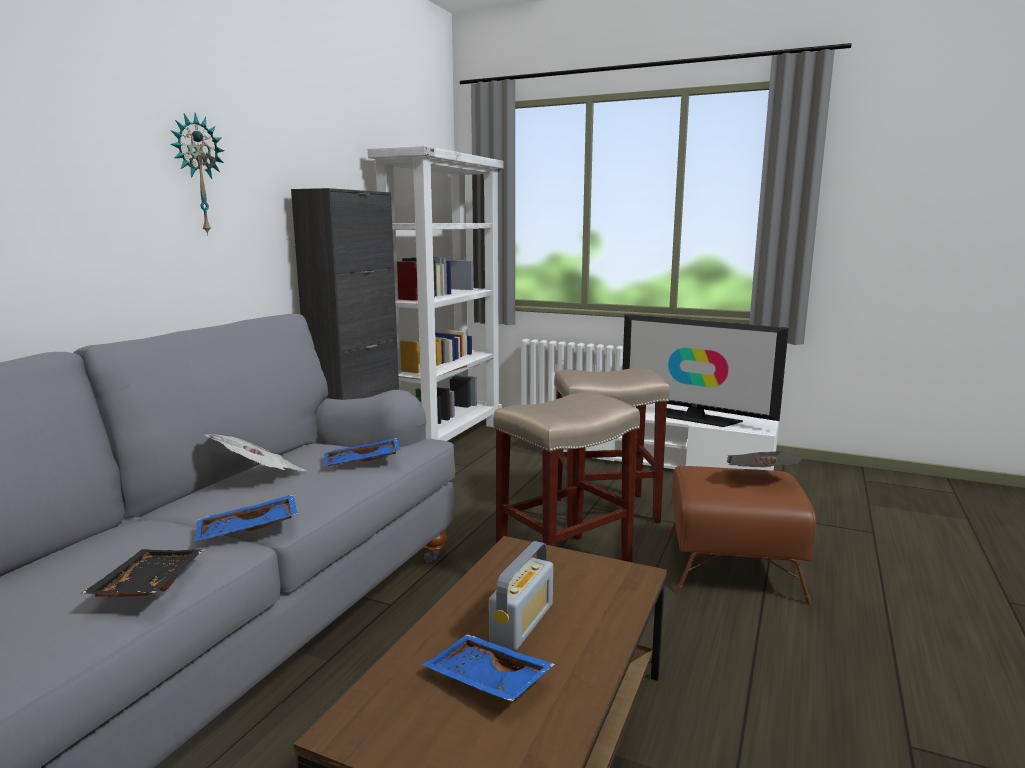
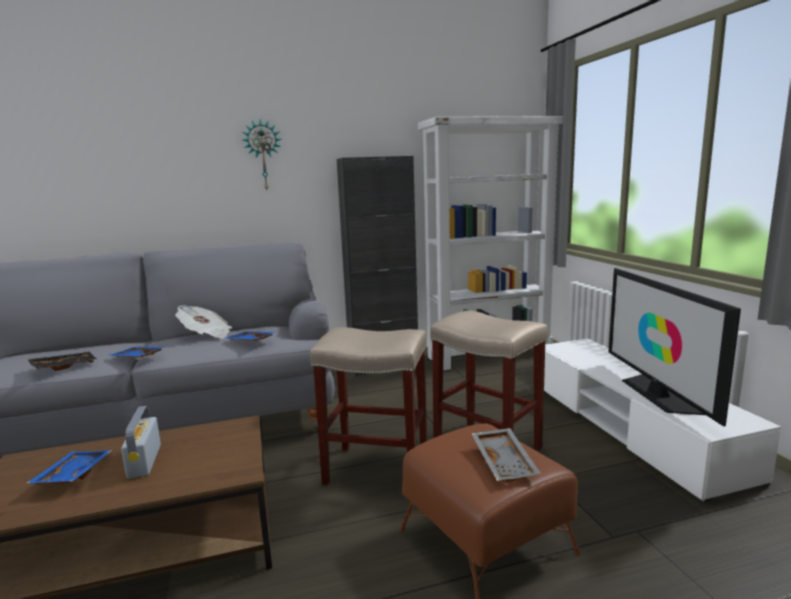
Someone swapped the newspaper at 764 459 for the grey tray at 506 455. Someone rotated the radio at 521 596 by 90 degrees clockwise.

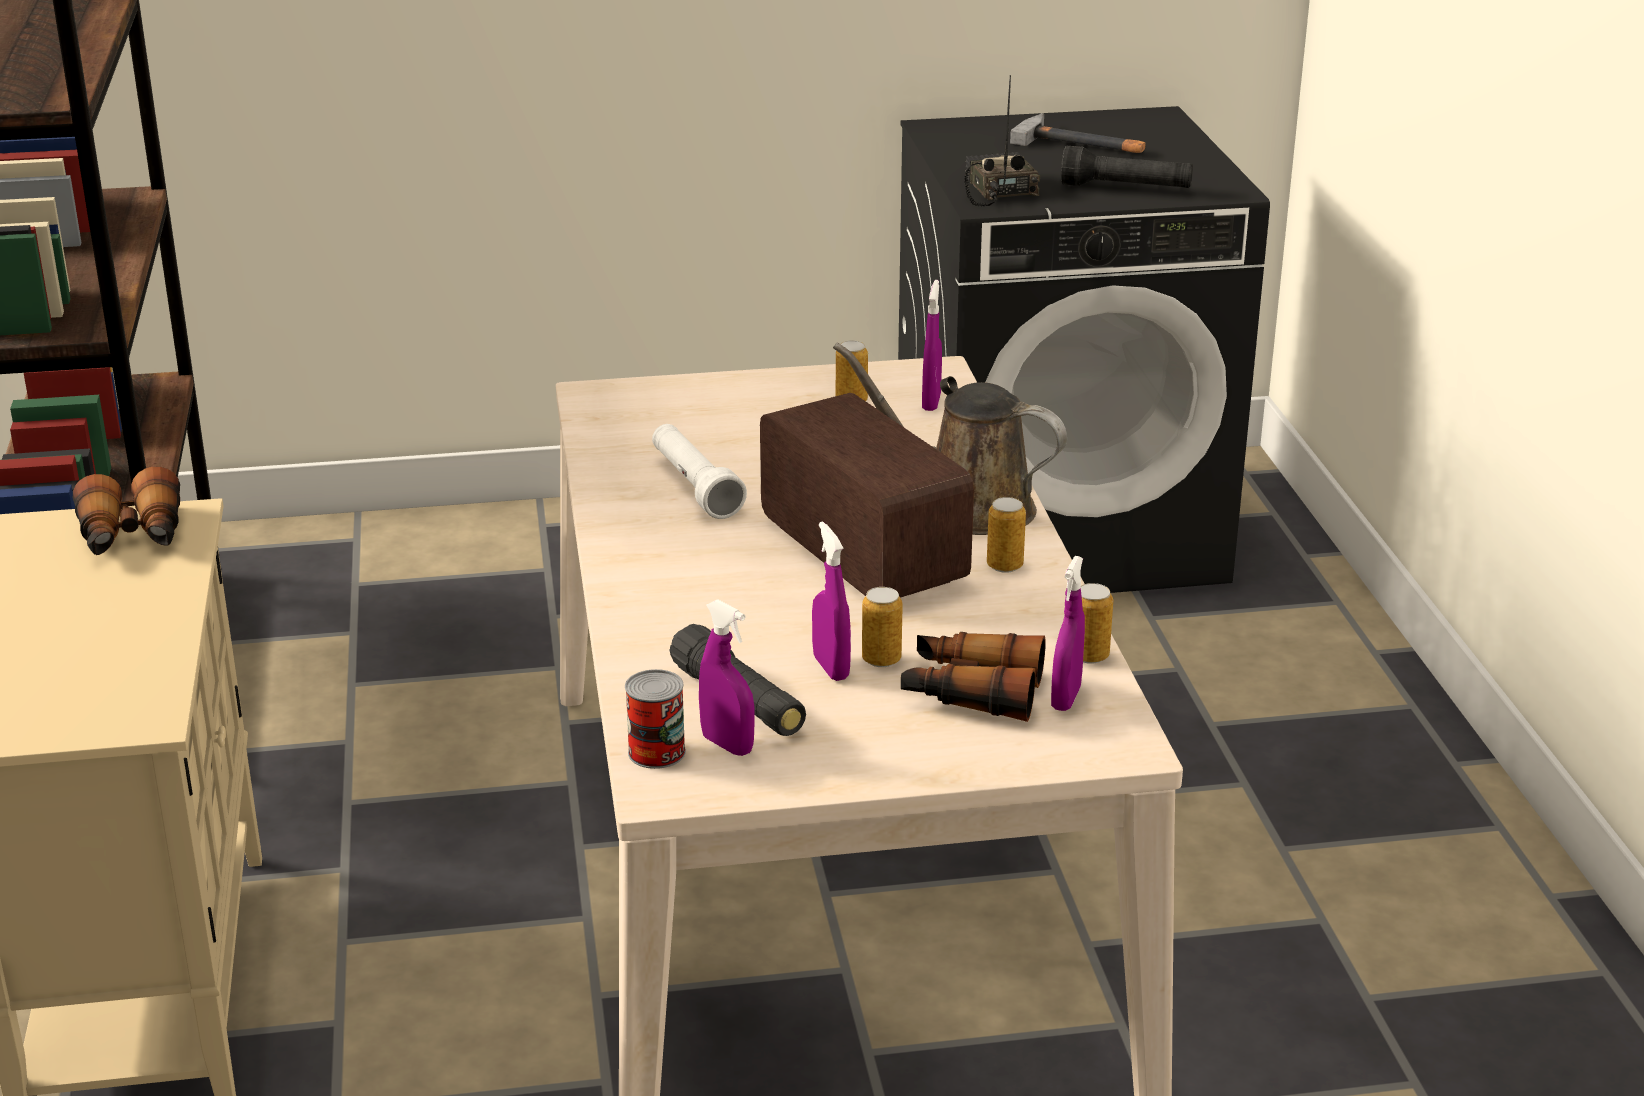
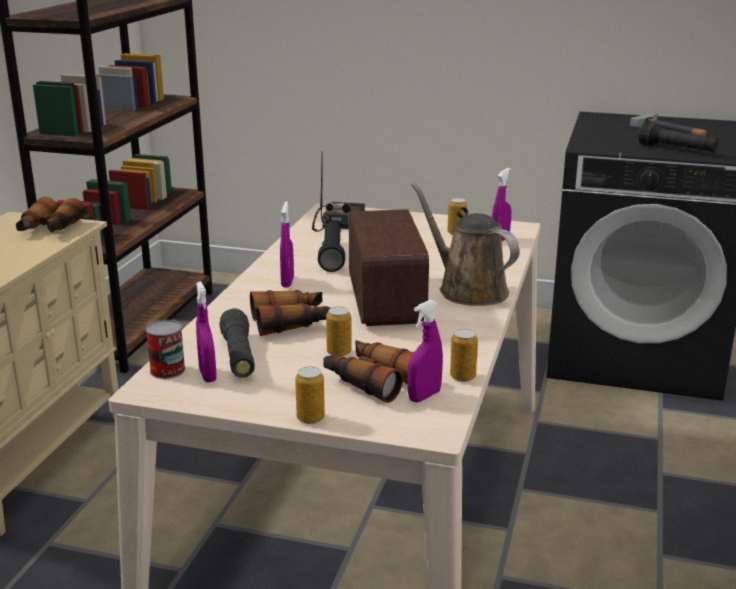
Someone put down the binoculars at 290 313. Someone carried the purple spray bottle from 831 601 to 287 244. Someone carried the radio from 1002 140 to 338 193. Someone carried the can from 1006 535 to 310 395. Someone repainted the white flashlight at 699 471, which became the black flashlight at 331 247.

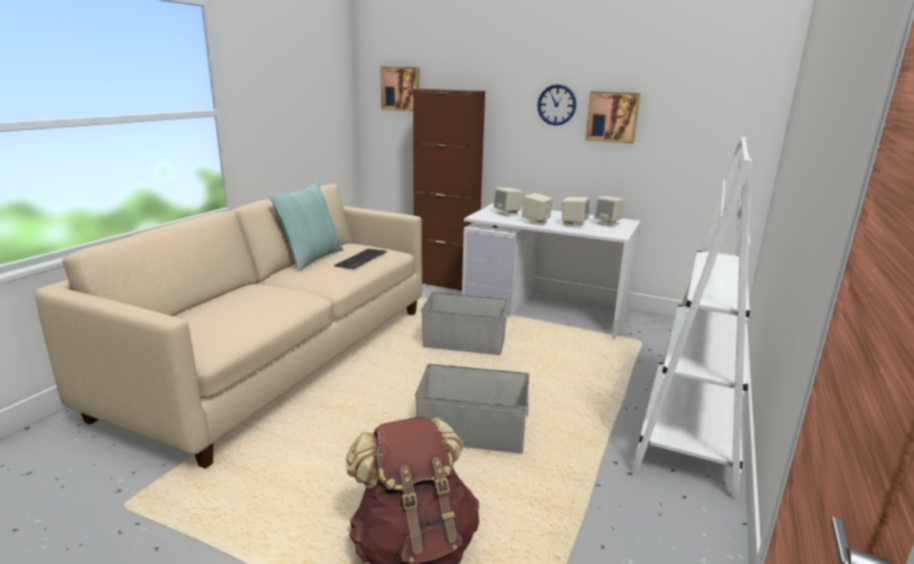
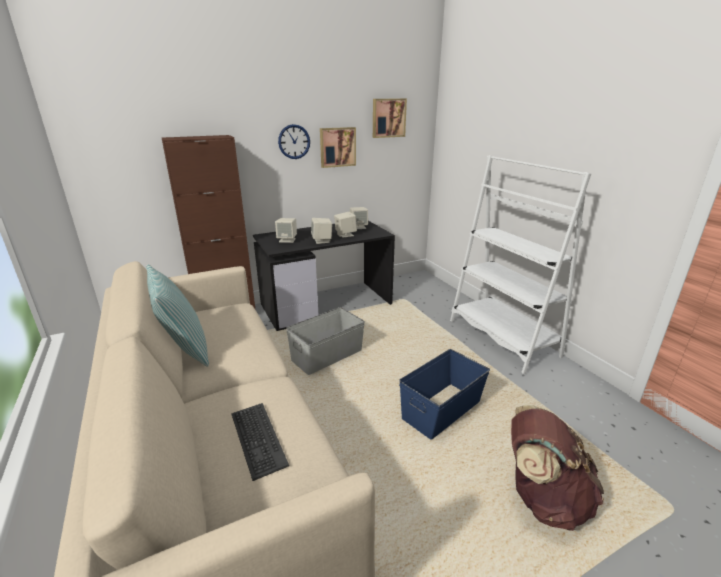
Someone carried the keyboard from 360 259 to 260 442. Someone carried the picture from 399 88 to 390 118. Someone repainted the grey storage box at 472 409, which became the blue storage box at 444 394. Someone repainted the white desk at 551 271, which became the black desk at 324 276.

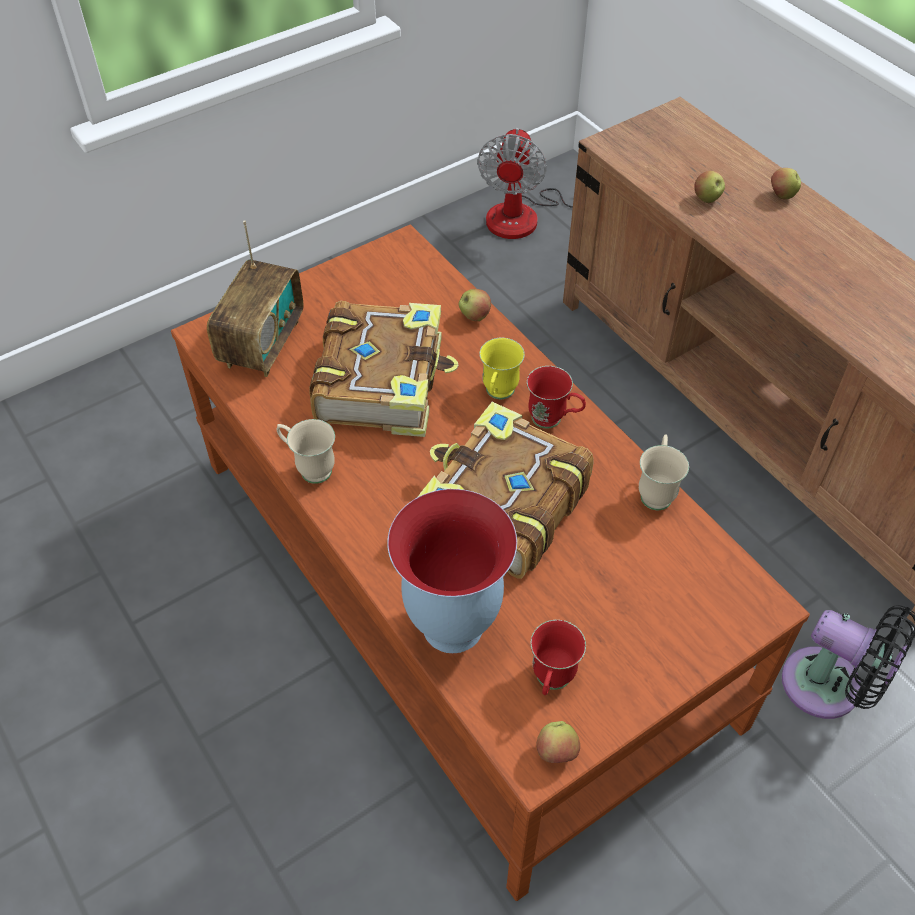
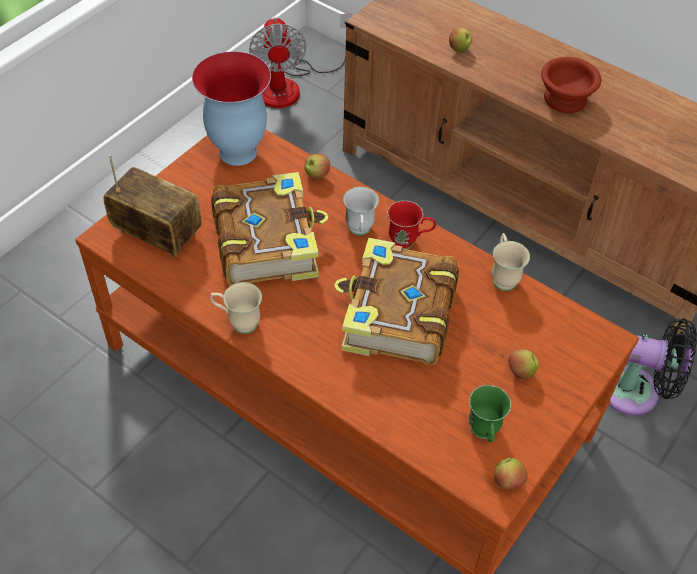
Someone put down the brown bowl at 571 85. Someone carried the vase from 452 571 to 231 108. Someone carried the apple from 786 184 to 523 364. Someone repainted the yellow mug at 502 368, which became the white mug at 361 211. Someone repainted the red mug at 558 657, which became the green mug at 490 413. Someone rotated the radio at 255 299 by 60 degrees counterclockwise.

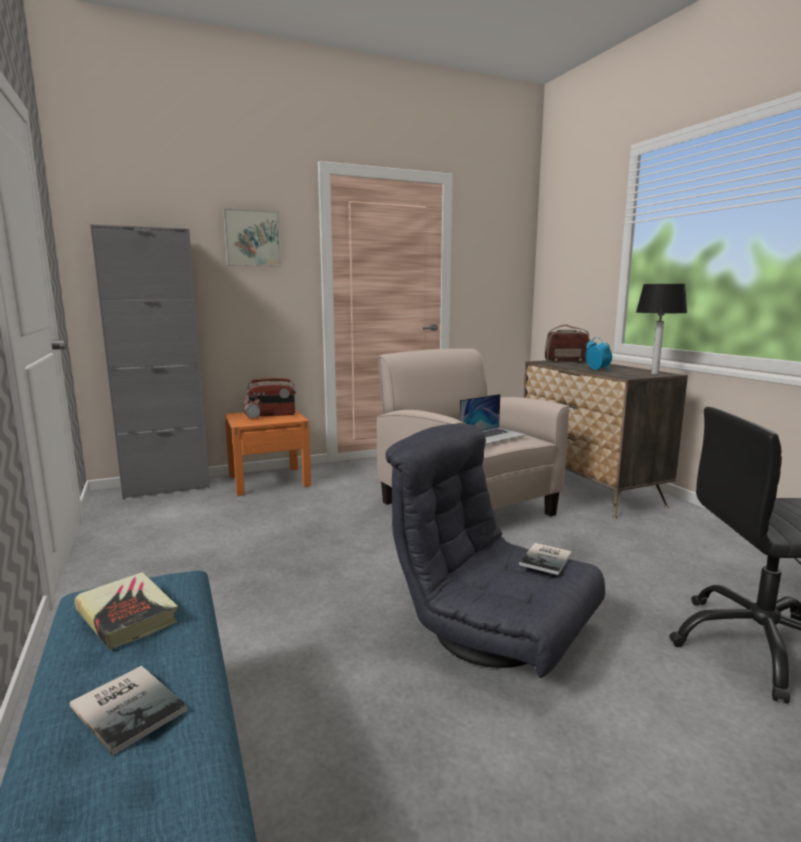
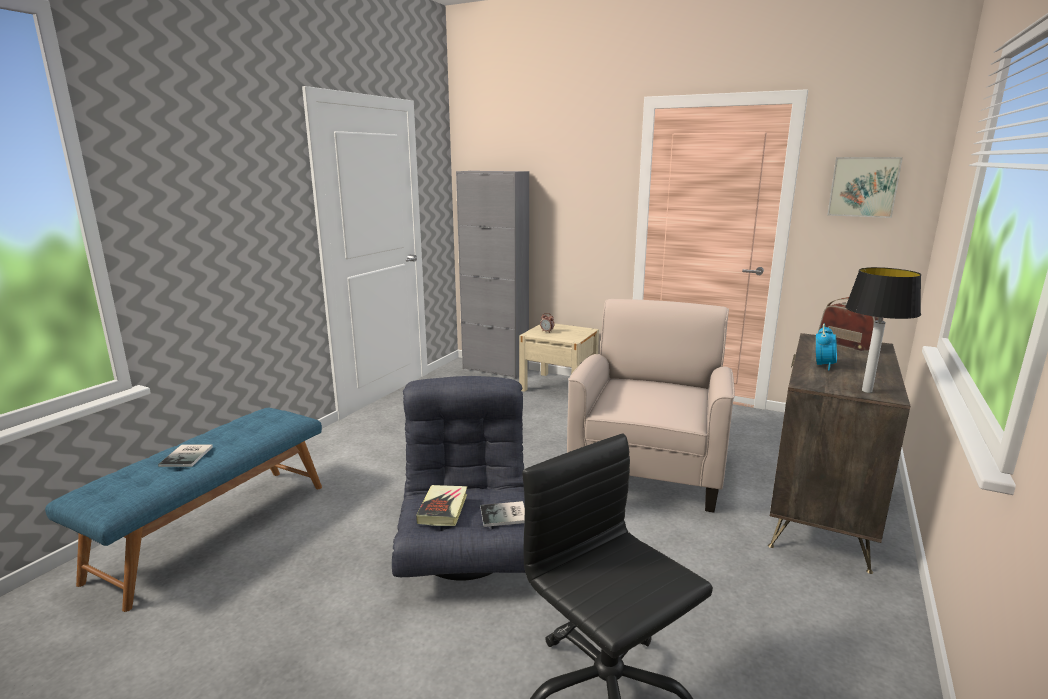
Someone took away the radio at 271 397. Someone took away the laptop at 493 419. Someone carried the book from 126 611 to 441 505. Someone carried the picture from 252 237 to 865 187. Someone repainted the orange nightstand at 268 453, which became the beige nightstand at 559 357.

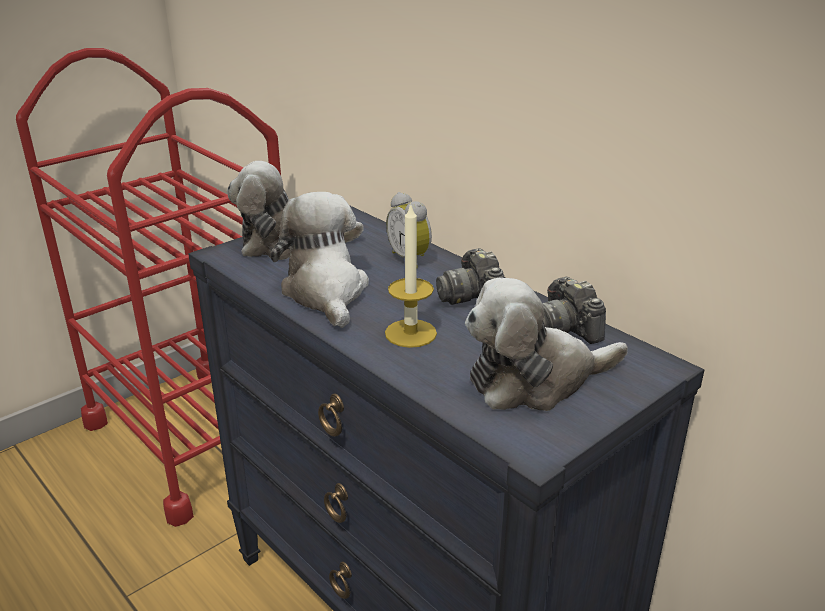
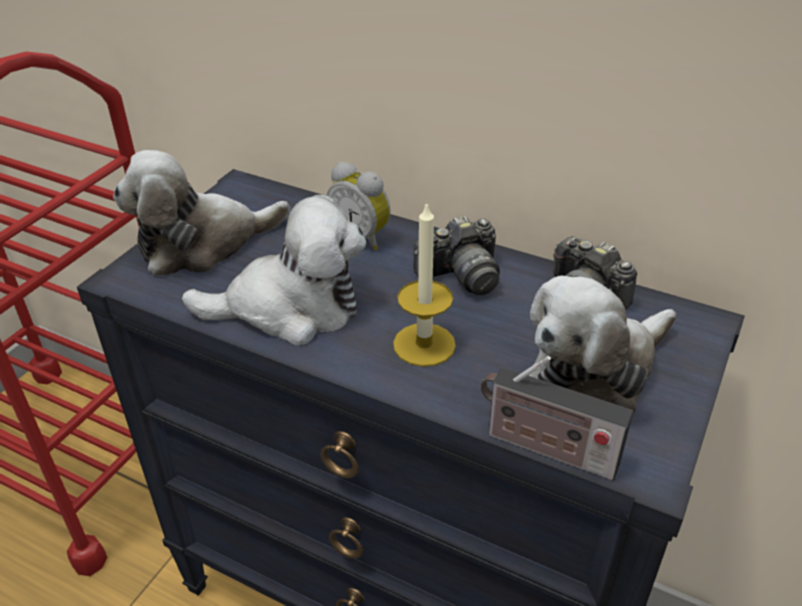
Someone put down the radio at 557 418. Someone rotated the plush toy at 319 260 by 120 degrees clockwise. Someone rotated the photo camera at 470 276 by 75 degrees counterclockwise.

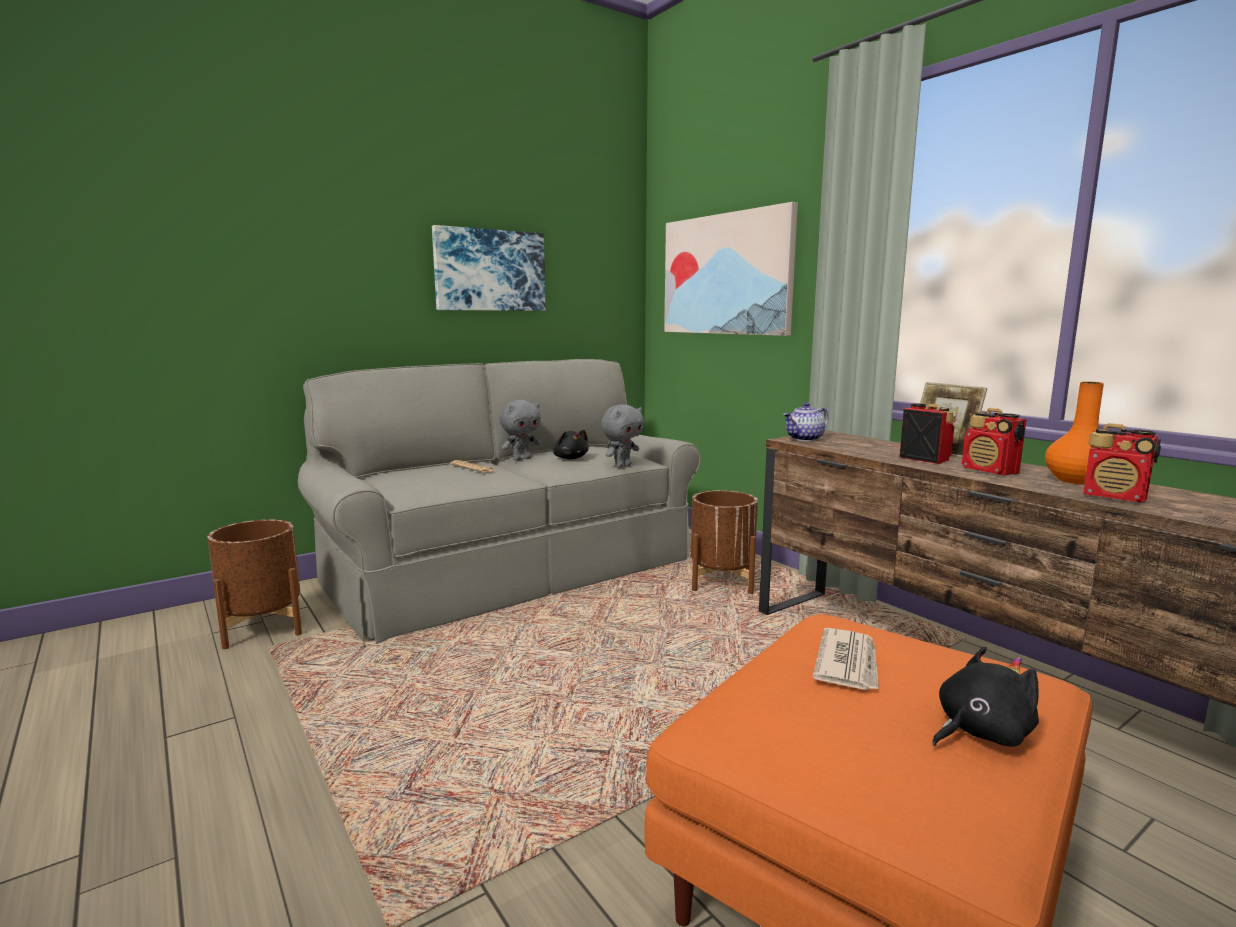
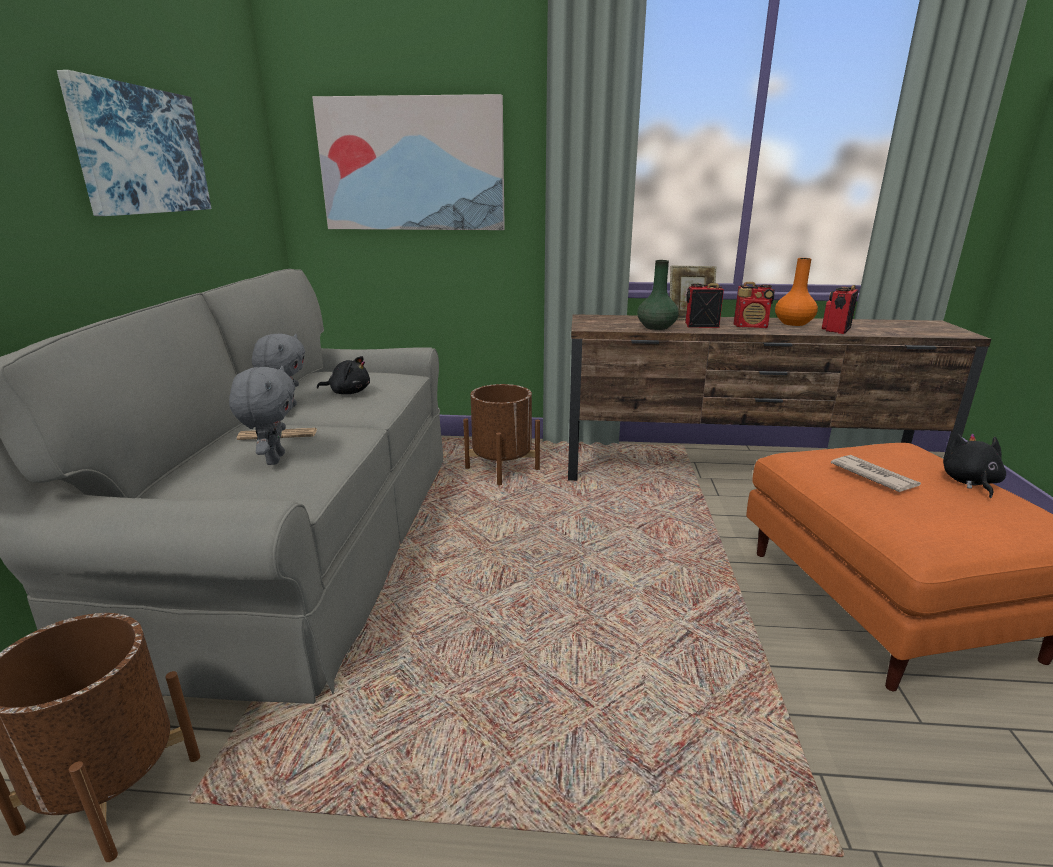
Someone took away the teapot at 806 421. Someone put down the green vase at 658 295. Someone carried the grey plush toy from 622 436 to 262 415. Someone rotated the radio at 1122 463 by 135 degrees clockwise.

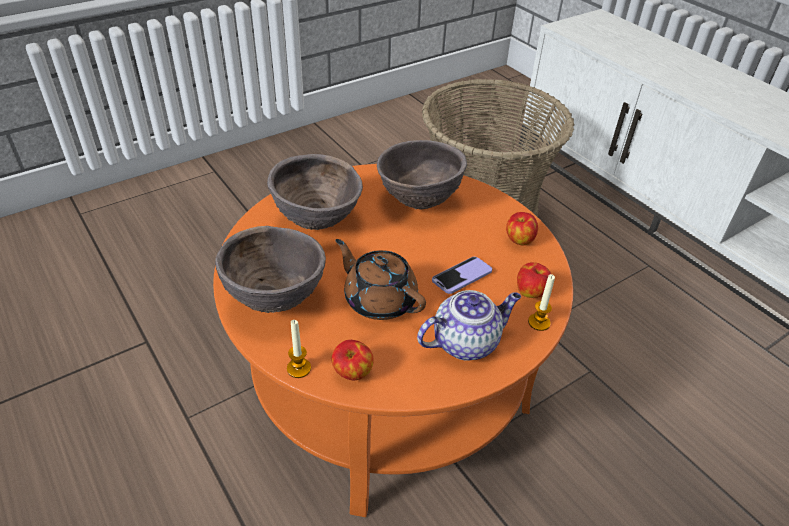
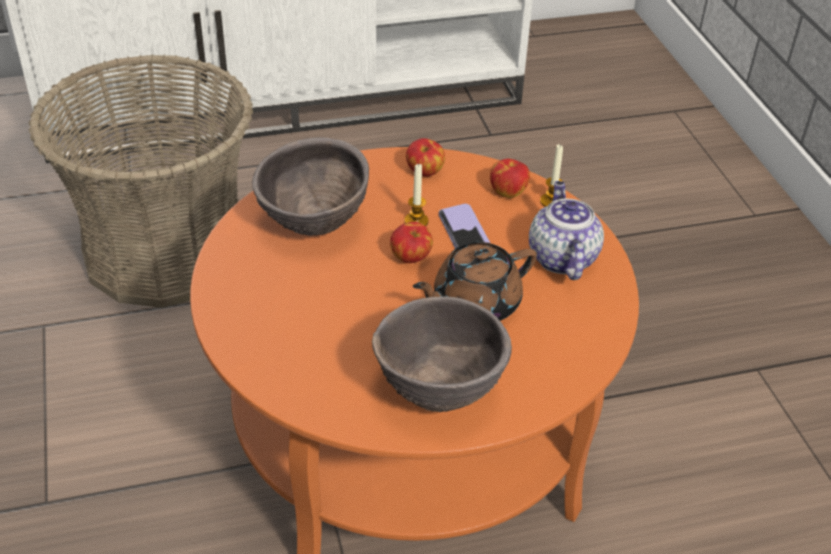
Someone took away the brown bowl at 315 192. Someone carried the candle from 299 349 to 416 194. Someone carried the apple from 352 360 to 411 242.

